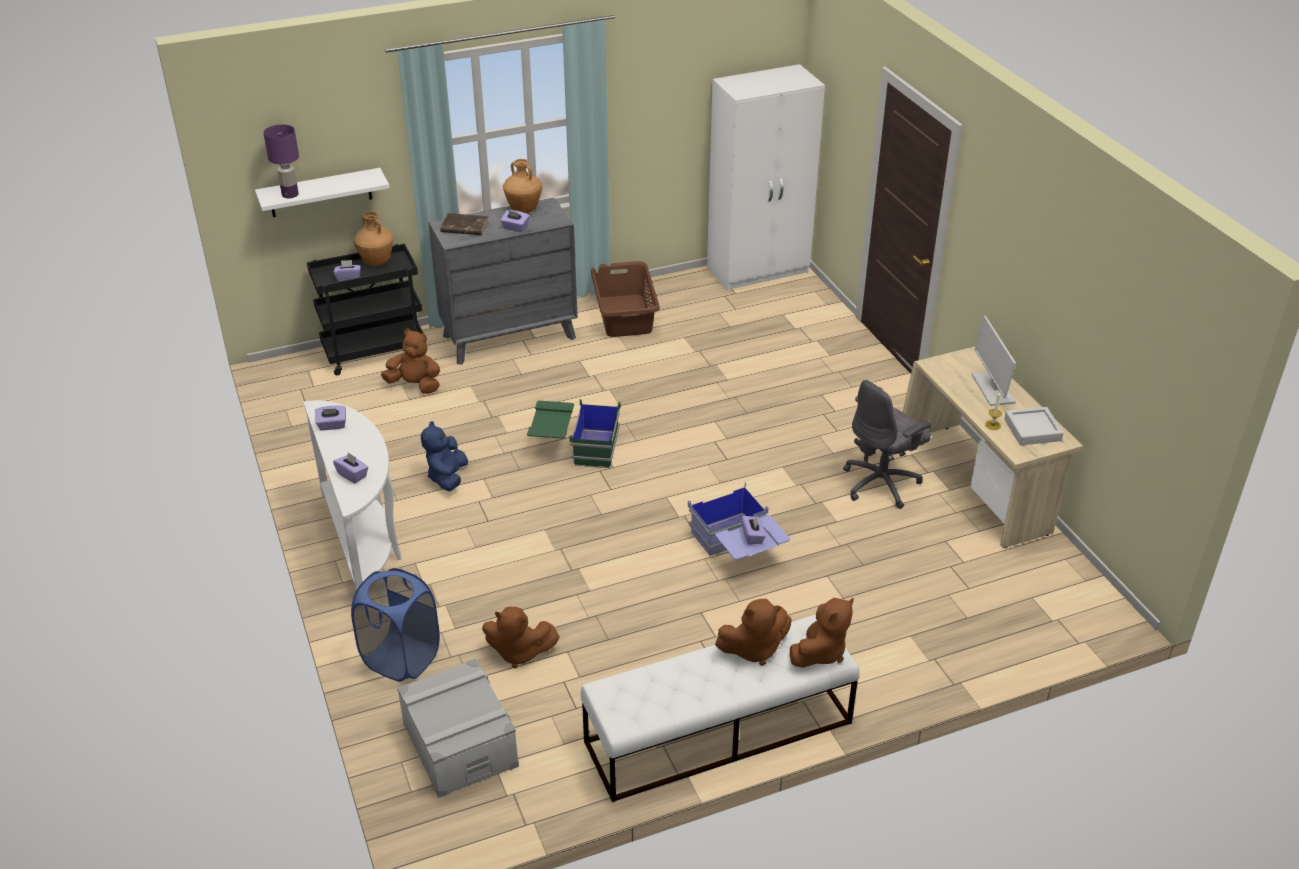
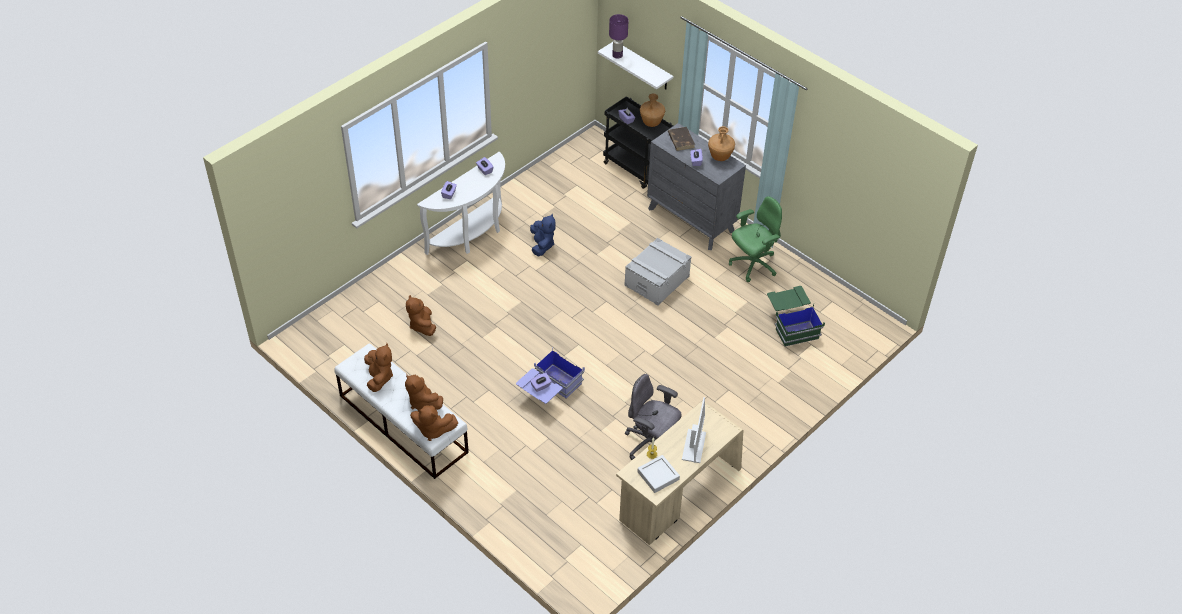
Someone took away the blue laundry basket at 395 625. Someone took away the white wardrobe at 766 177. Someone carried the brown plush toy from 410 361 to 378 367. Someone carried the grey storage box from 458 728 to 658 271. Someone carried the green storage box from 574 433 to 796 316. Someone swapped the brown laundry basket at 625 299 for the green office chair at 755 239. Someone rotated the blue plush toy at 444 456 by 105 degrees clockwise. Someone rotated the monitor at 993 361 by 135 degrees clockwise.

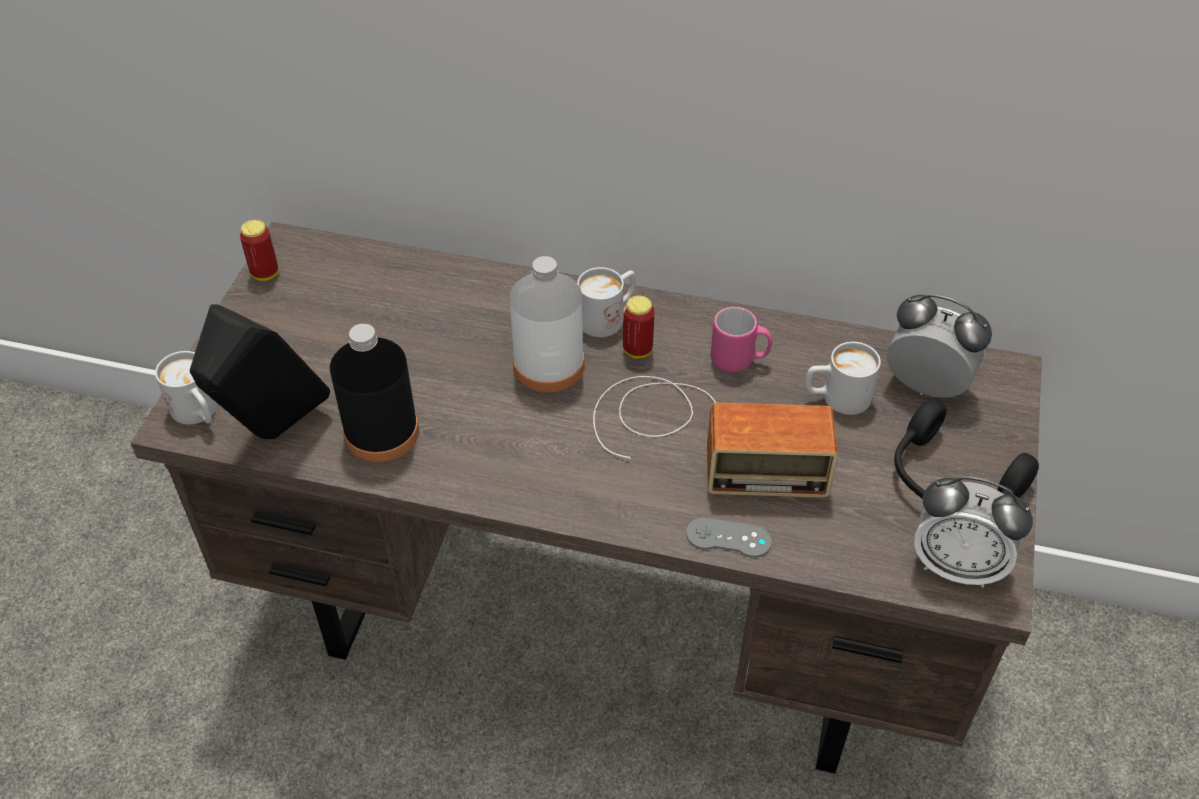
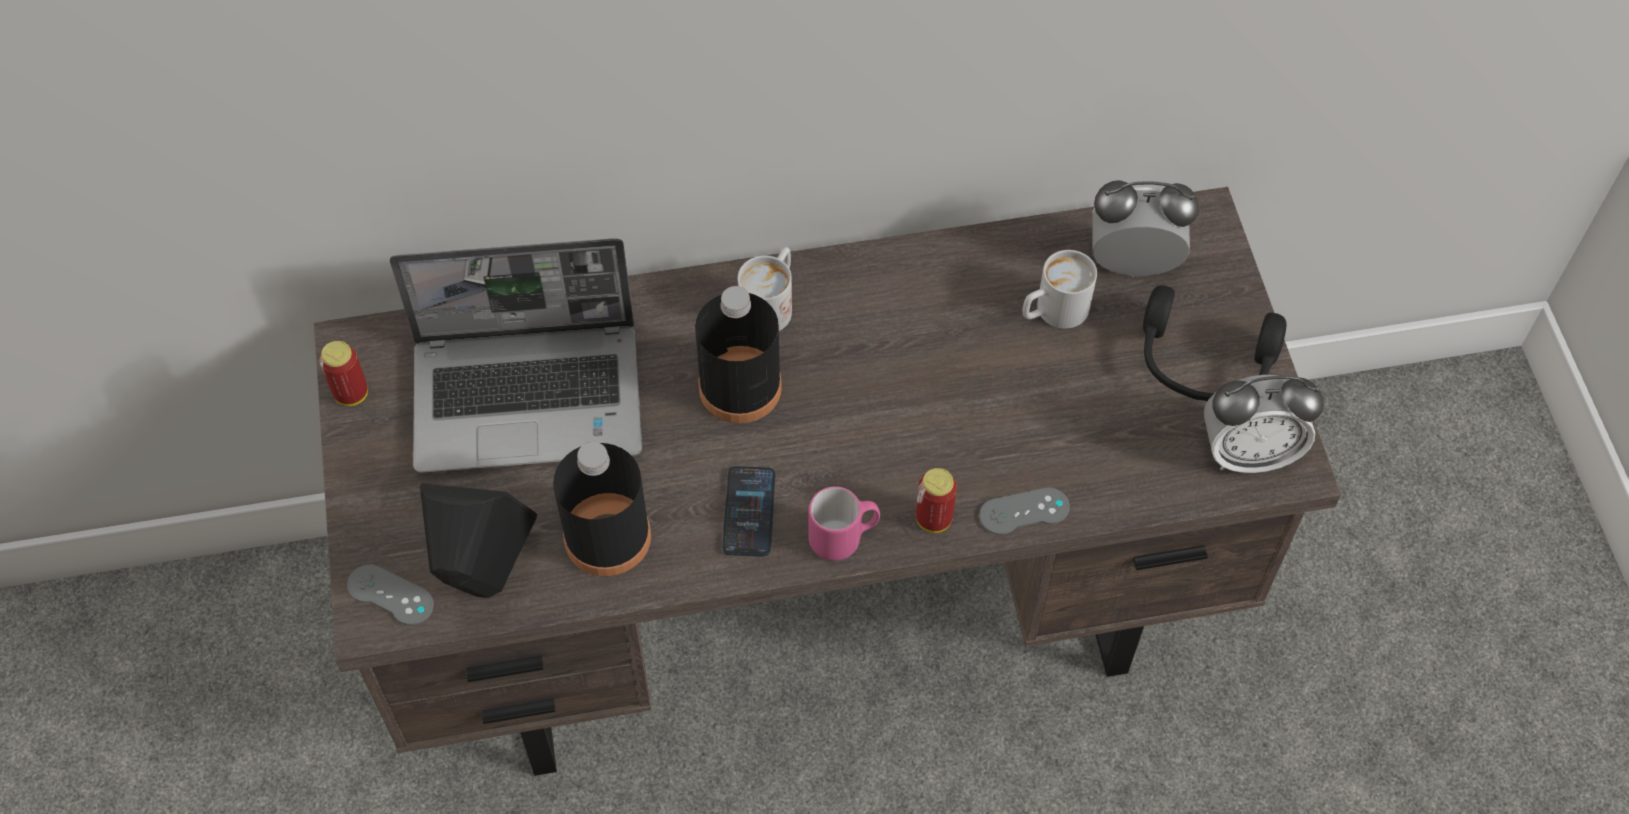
Someone took away the radio at 715 437. Someone put down the laptop at 516 355. Someone put down the phone at 748 511. Someone carried the can from 639 326 to 936 500. Someone carried the pink mug from 741 340 to 844 523. Someone swapped the white mug at 186 387 for the grey game controller at 390 594. Someone repainted the white bottle at 547 324, which became the black bottle at 738 354.

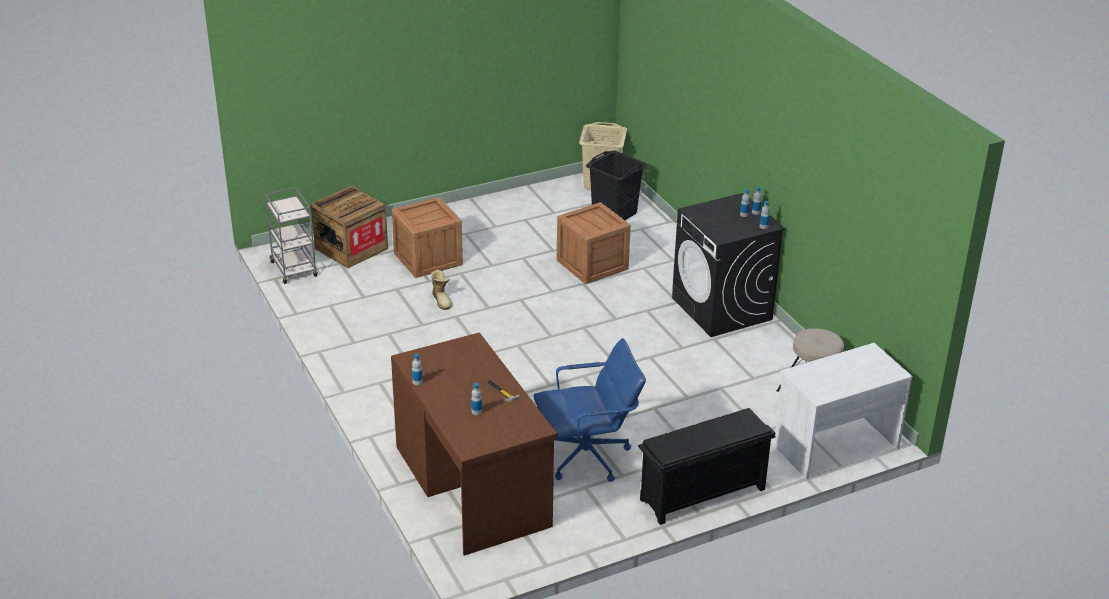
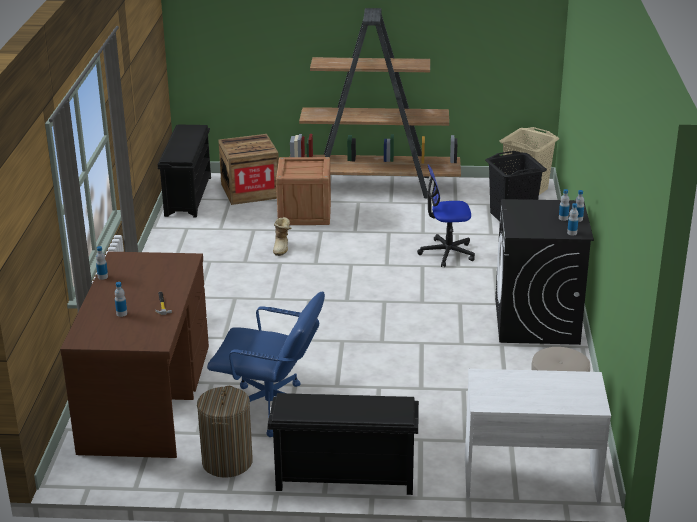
Someone put down the laundry basket at 225 432. Someone put down the brown bookcase at 375 103. Someone swapped the grey cart at 291 235 for the black shoe rack at 184 171. Someone swapped the crate at 594 243 for the office chair at 446 215.

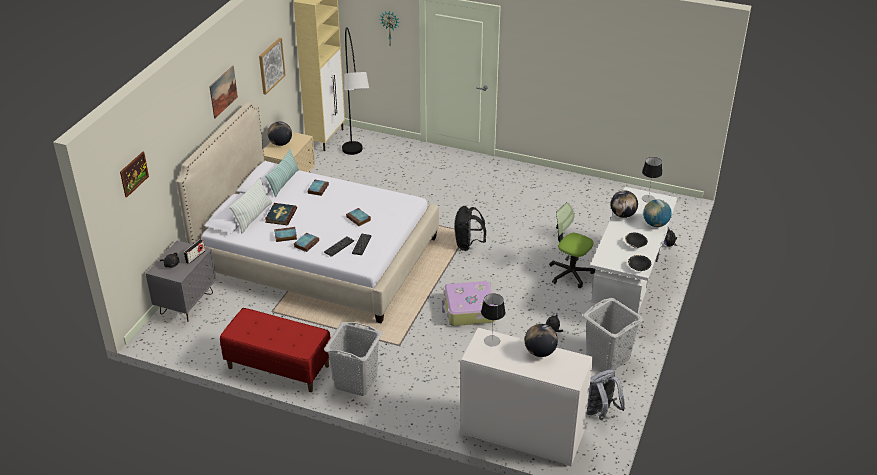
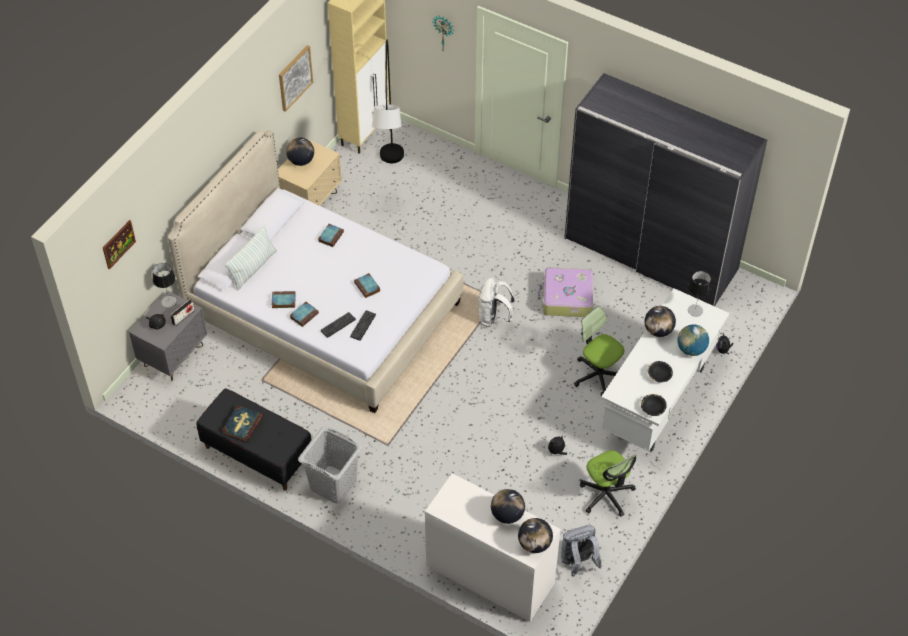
Someone took away the picture at 223 92. Someone took away the pillow at 282 173. Someone put down the globe at 535 535. Someone put down the grey wardrobe at 665 189. Someone carried the book from 281 214 to 242 423. Someone carried the suitcase from 469 303 to 565 292. Someone carried the table lamp from 493 320 to 165 285. Someone swapped the grey laundry basket at 613 334 for the office chair at 608 483. Someone repainted the red bench at 275 350, which became the black bench at 253 439. Someone repainted the black backpack at 470 228, which became the white backpack at 496 302.

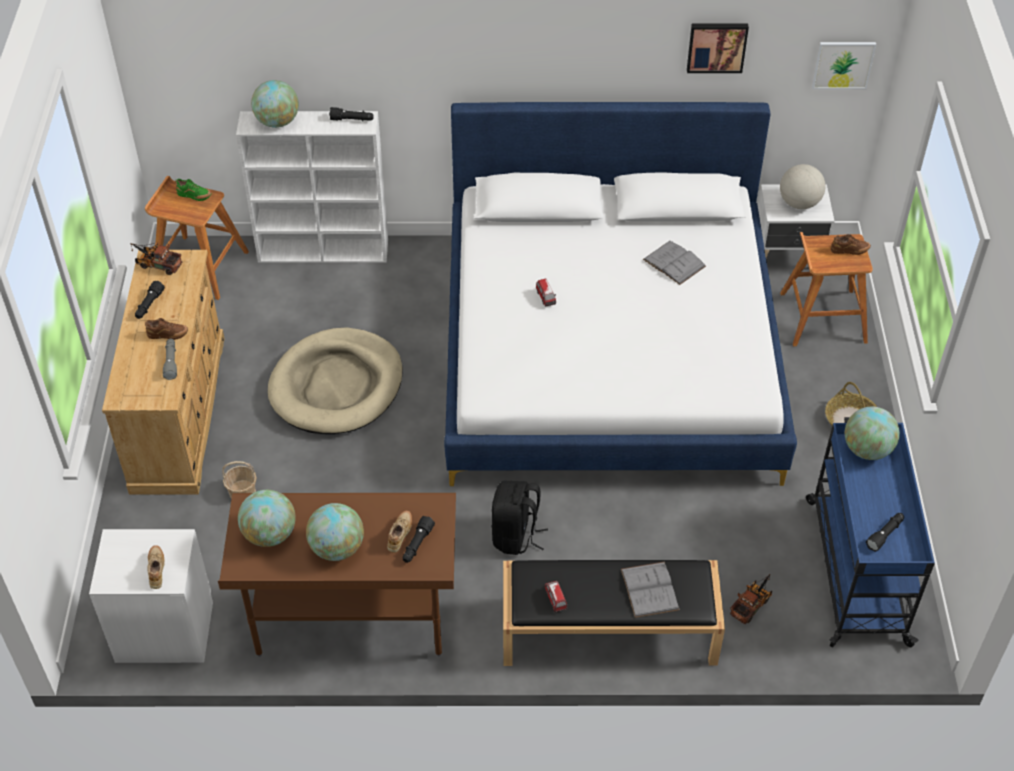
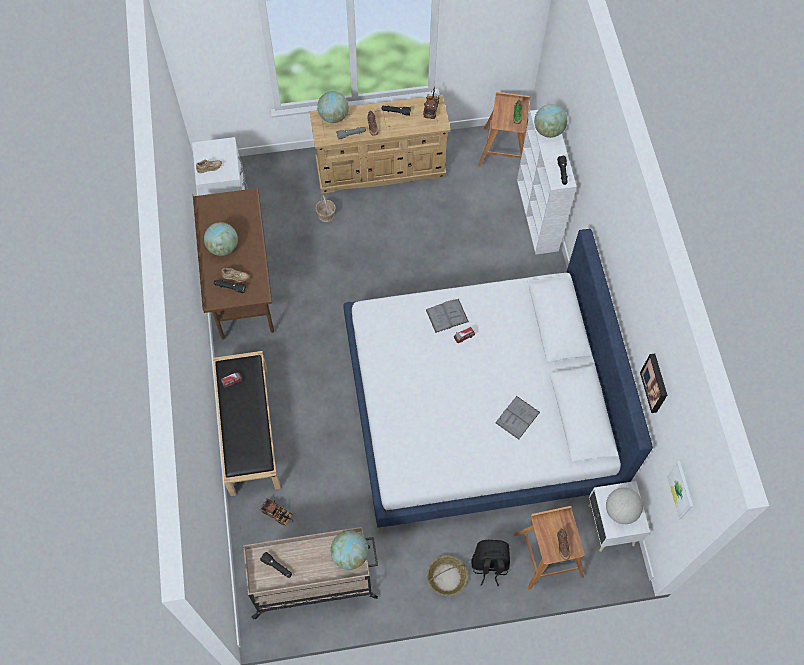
Someone took away the beige dog bed at 335 380. Someone carried the globe from 267 518 to 333 107. Someone carried the black backpack from 520 518 to 490 563. Someone carried the grey book from 650 590 to 447 316. Someone repainted the blue cart at 870 532, which became the beige cart at 310 573.

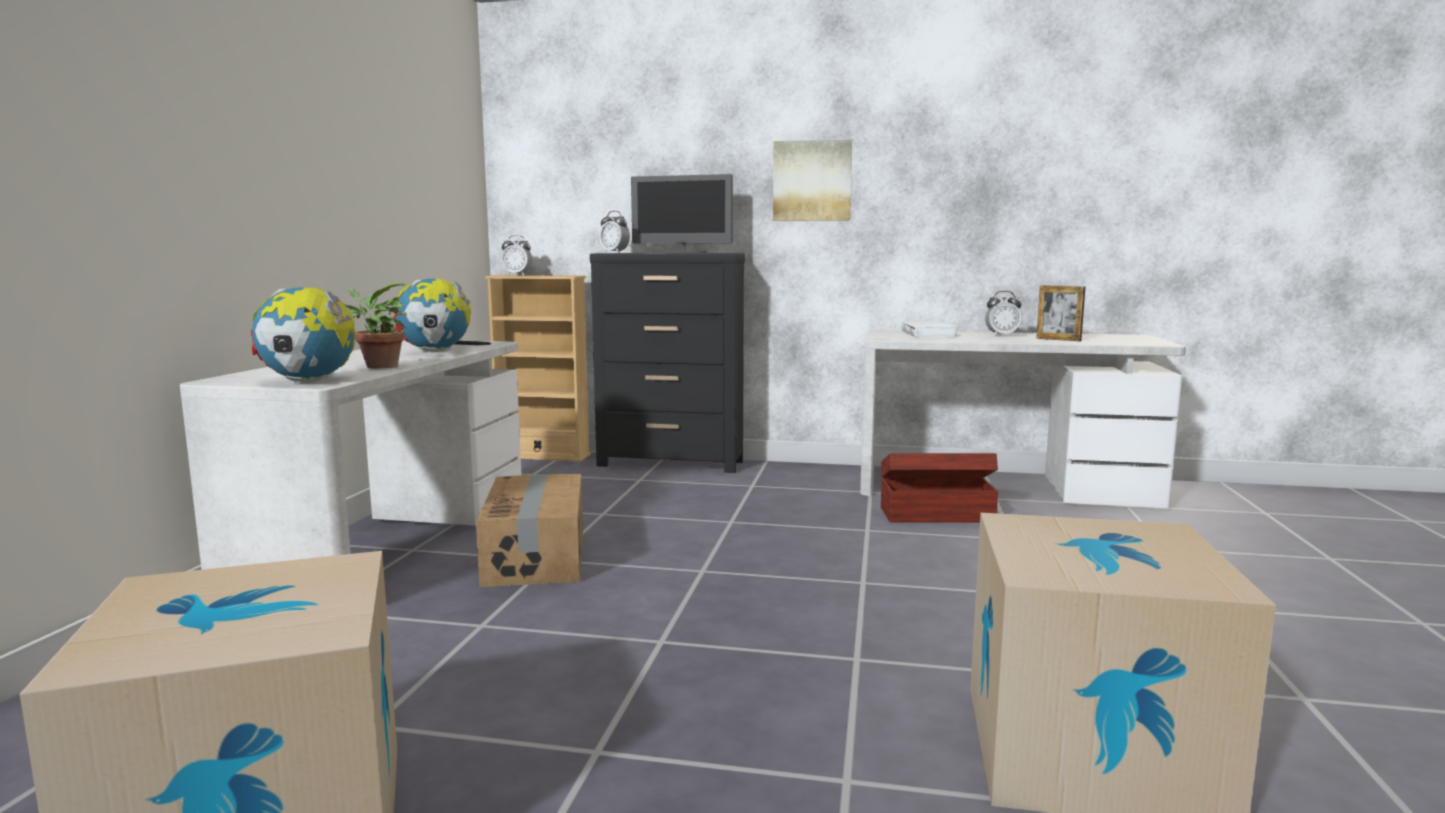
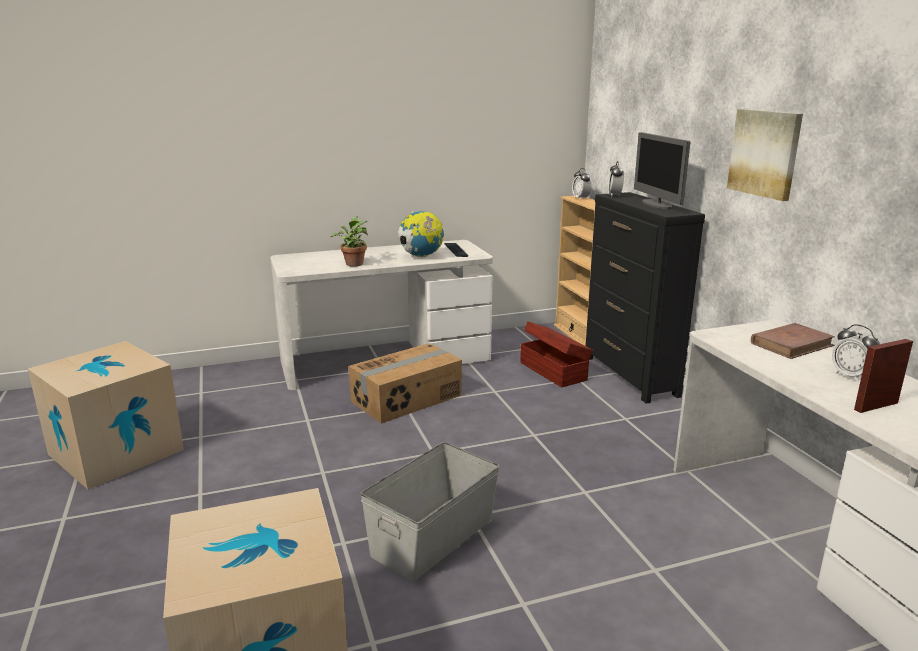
Someone took away the globe at 303 334. Someone put down the grey storage box at 430 512. Someone carried the brown storage box from 939 488 to 556 354. Someone repainted the white book at 930 329, which became the brown book at 793 341. Someone rotated the picture frame at 1060 313 by 60 degrees clockwise.

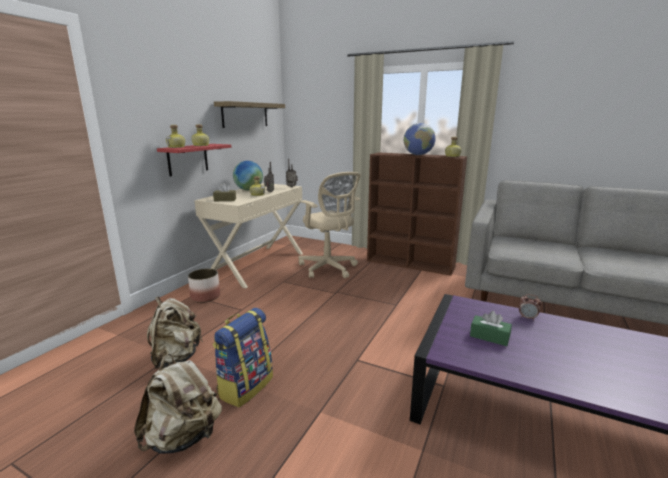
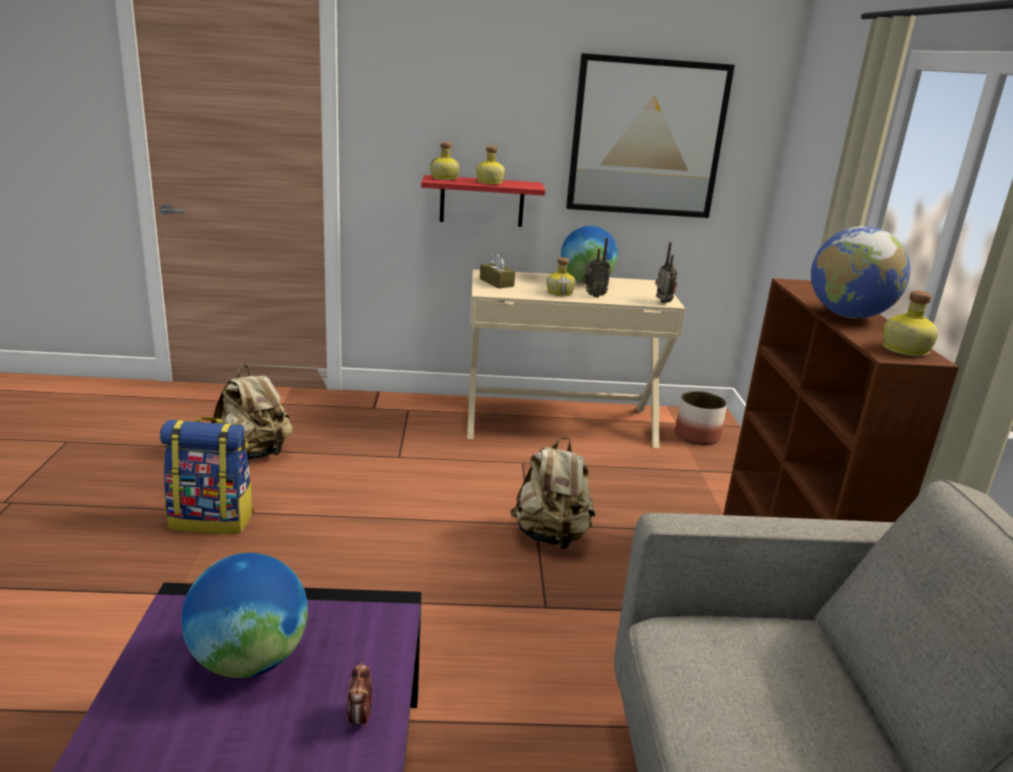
Someone took away the beige office chair at 330 225. Someone carried the beige backpack from 178 404 to 552 493. Someone carried the planter from 204 286 to 701 418. Someone swapped the shelf at 249 114 for the picture at 650 135. Someone swapped the green tissue box at 491 328 for the globe at 244 615.

